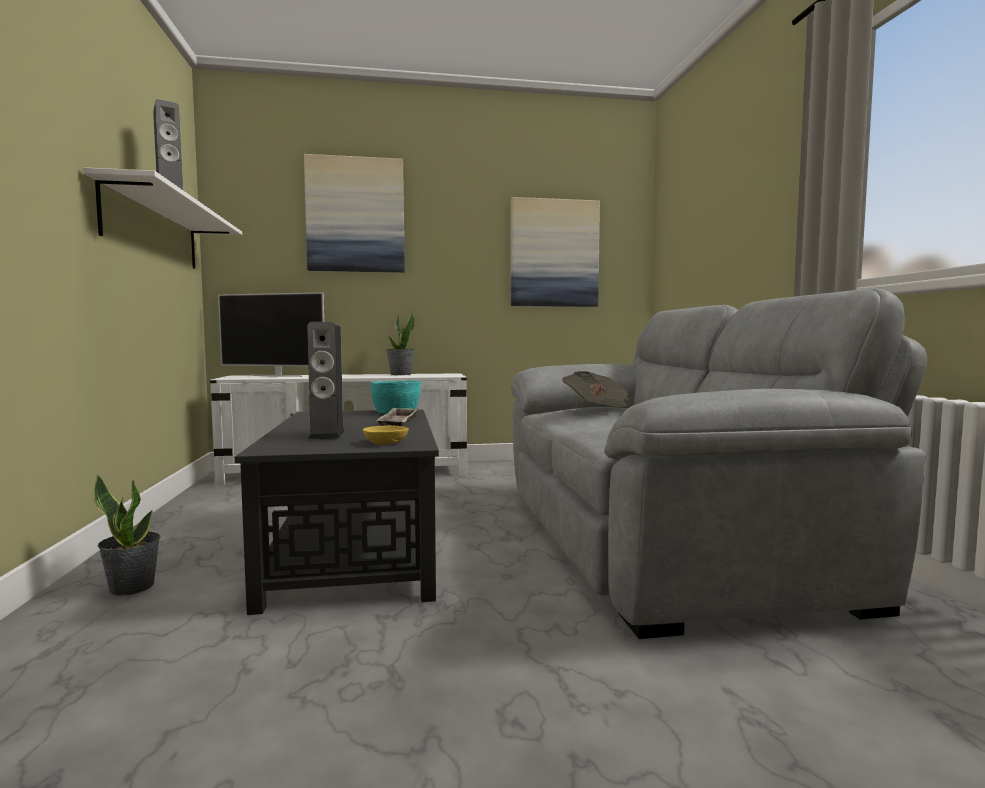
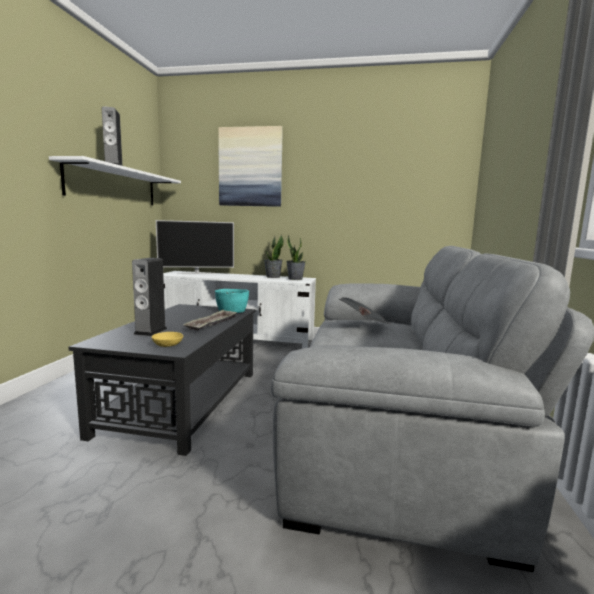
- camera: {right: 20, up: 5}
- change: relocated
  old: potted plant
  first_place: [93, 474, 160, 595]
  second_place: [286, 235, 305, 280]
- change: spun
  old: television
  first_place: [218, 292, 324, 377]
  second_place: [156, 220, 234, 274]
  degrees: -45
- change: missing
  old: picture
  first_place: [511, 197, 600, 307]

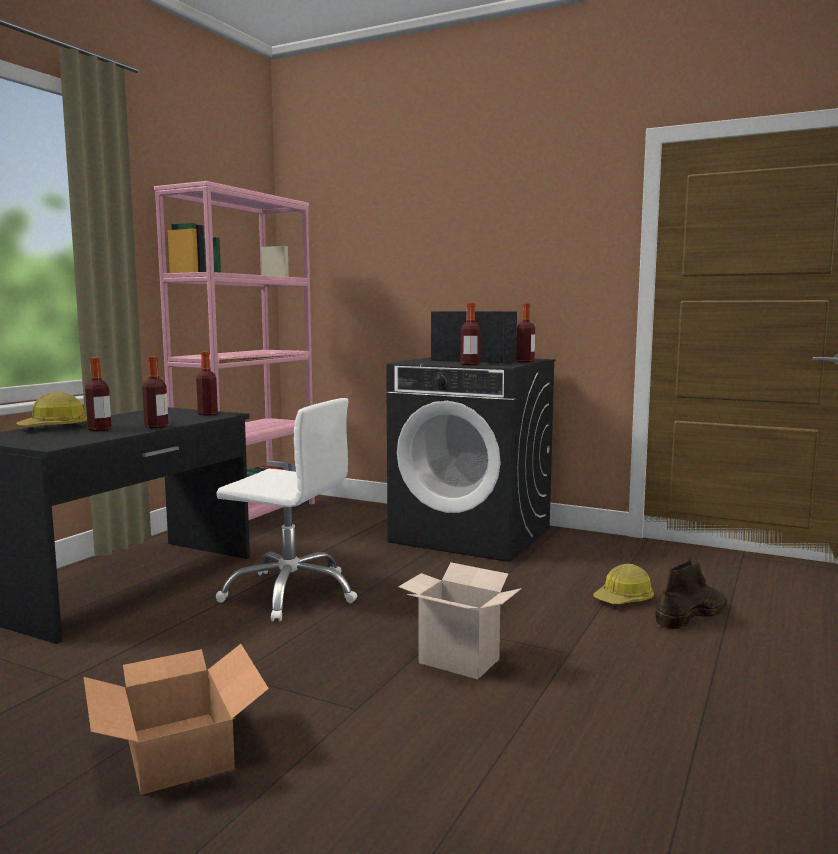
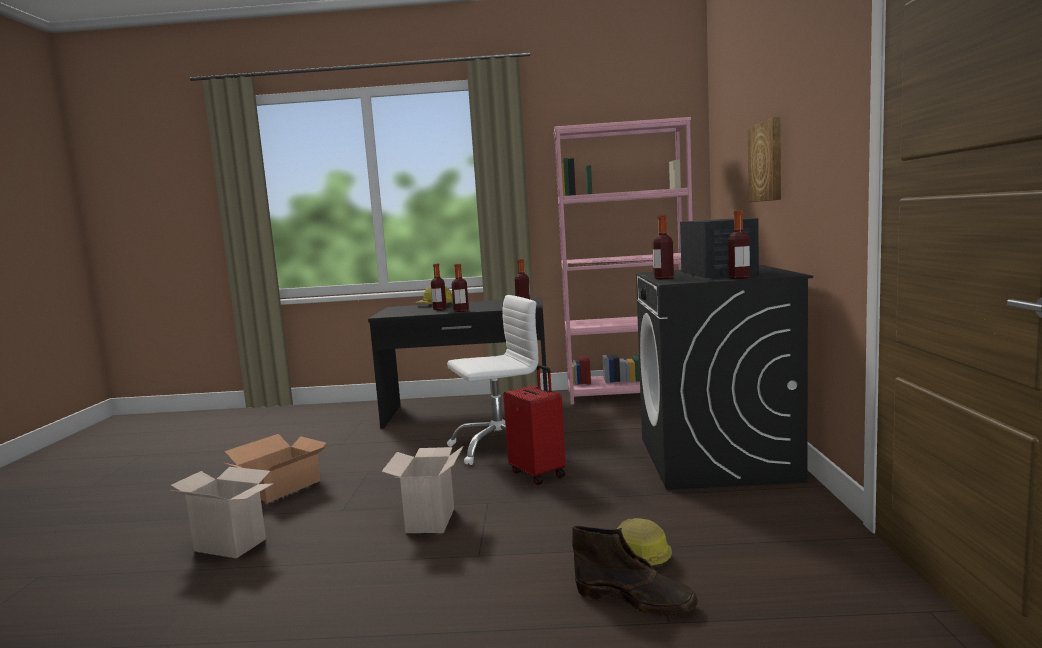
- camera: {right: 65, up: 0}
- change: spun
  old: office chair (white)
  first_place: [216, 398, 357, 622]
  second_place: [447, 295, 538, 465]
  degrees: -105
- change: appeared
  new: cardboard box
  second_place: [170, 467, 274, 558]
- change: appeared
  new: suitcase (red)
  second_place: [503, 365, 566, 485]
- change: appeared
  new: picture
  second_place: [748, 117, 781, 202]

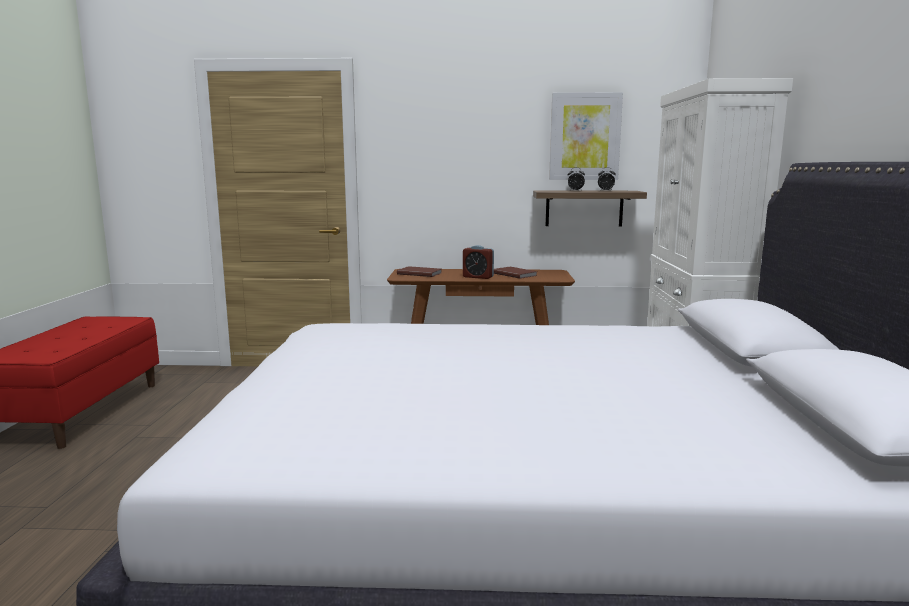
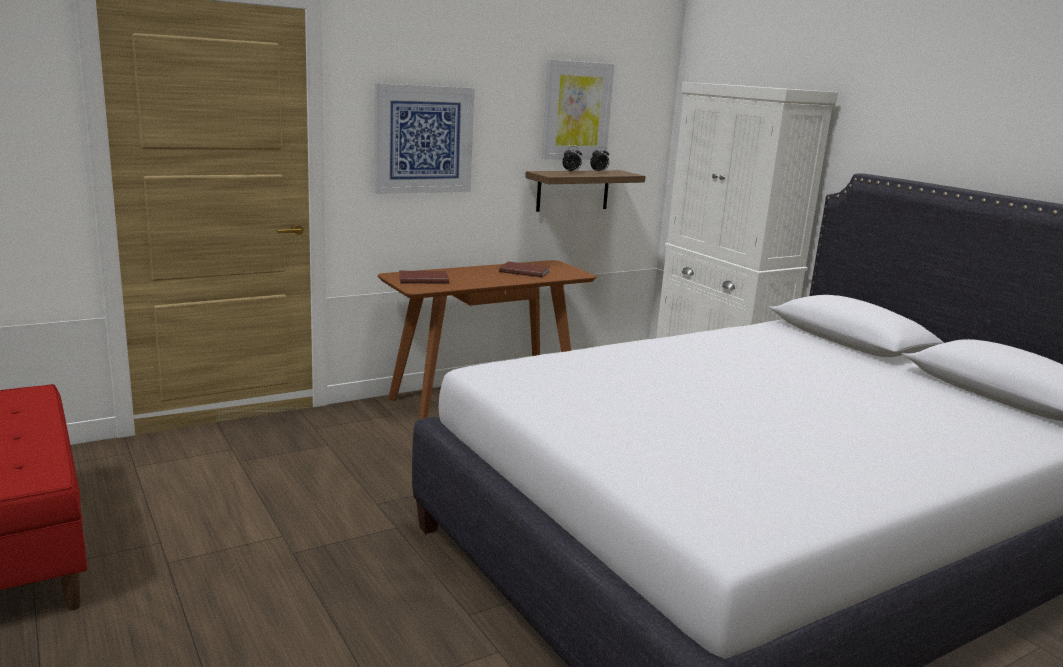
- camera: {right: -35, up: 5}
- change: missing
  old: alarm clock
  first_place: [463, 245, 494, 279]
- change: appeared
  new: picture
  second_place: [375, 83, 475, 194]

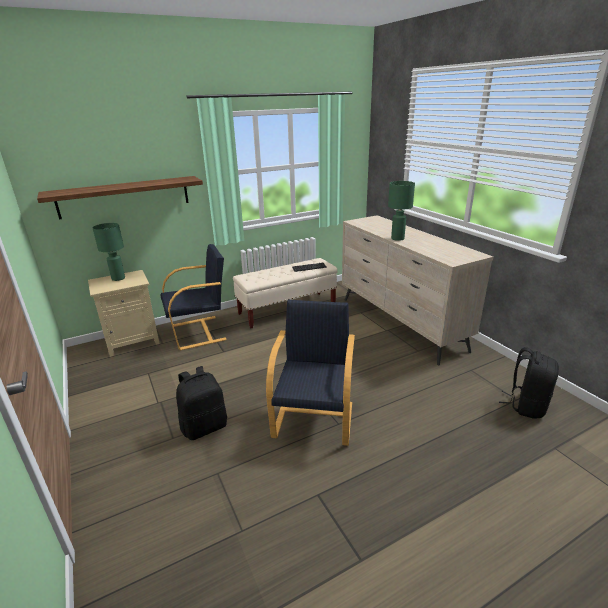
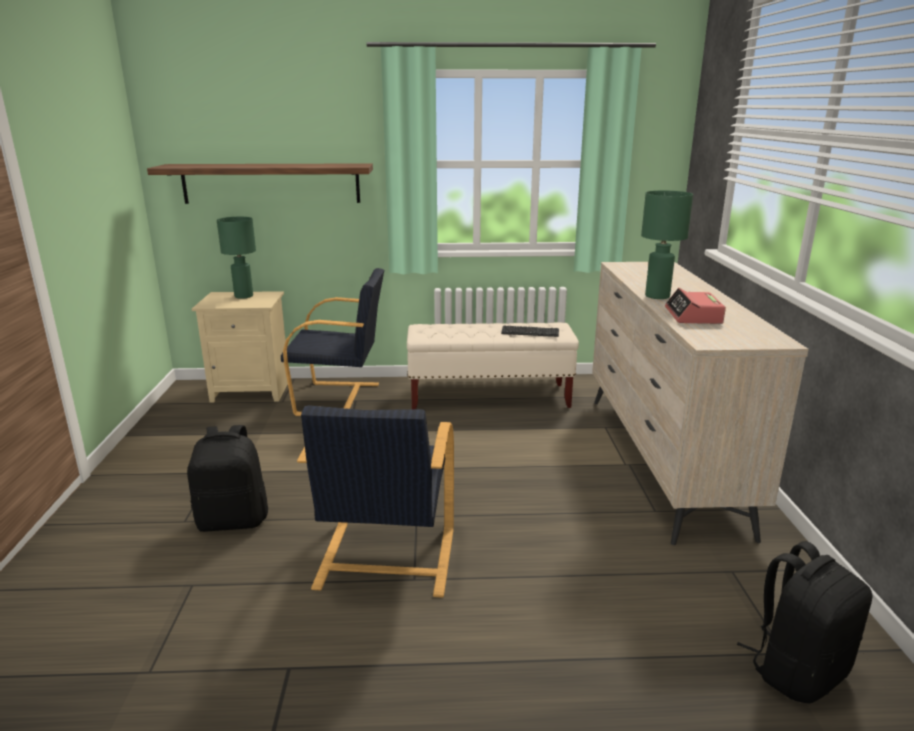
- camera: {right: 25, up: -5}
- change: spun
  old: armchair (black)
  first_place: [266, 300, 355, 446]
  second_place: [297, 405, 454, 598]
  degrees: 150
- change: appeared
  new: alarm clock
  second_place: [665, 288, 726, 324]

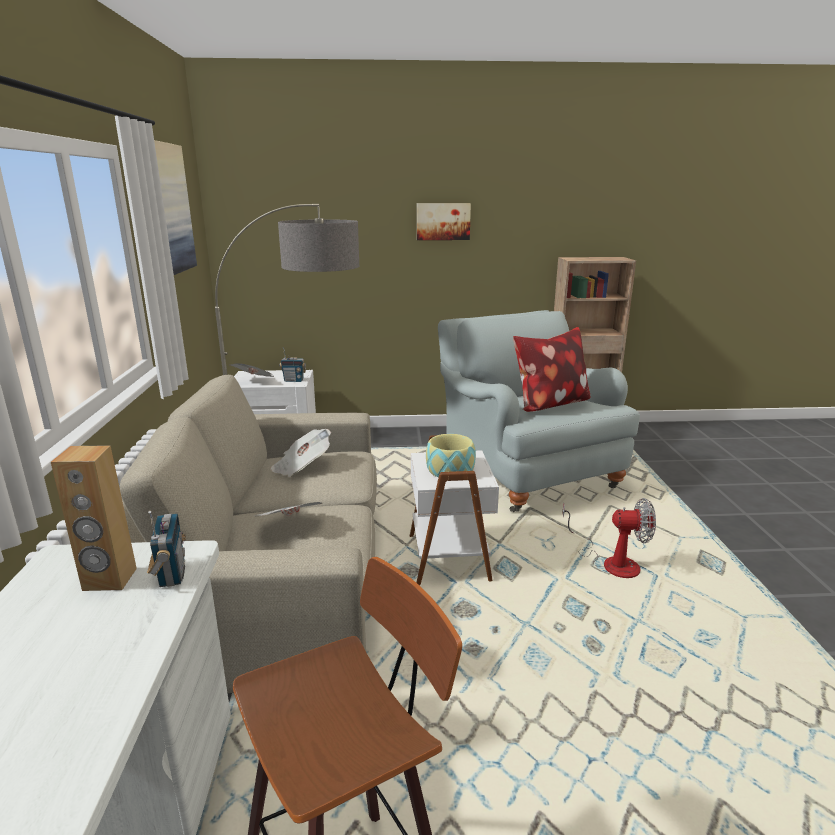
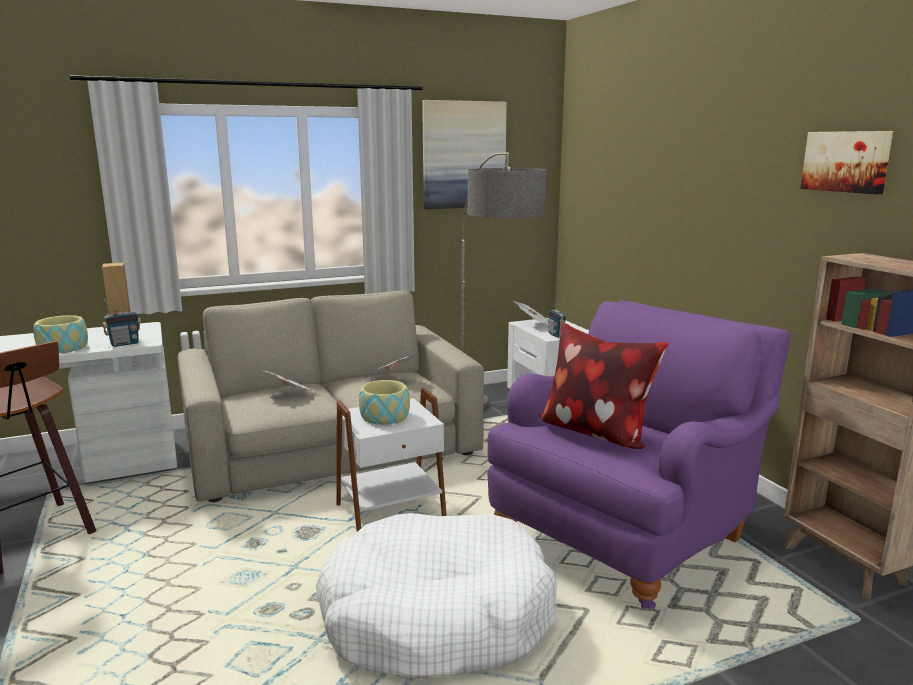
- camera: {right: 70, up: -5}
- change: relocated
  old: picture
  first_place: [417, 203, 471, 240]
  second_place: [801, 131, 893, 194]
- change: colour
  old: armchair (grey)
  new: armchair (purple)
  first_place: [438, 310, 640, 512]
  second_place: [488, 300, 790, 610]
- change: exchanged
  old: fan
  new: dog bed (white)
  first_place: [562, 498, 656, 578]
  second_place: [316, 513, 557, 680]
- change: appeared
  new: bowl
  second_place: [33, 315, 88, 353]

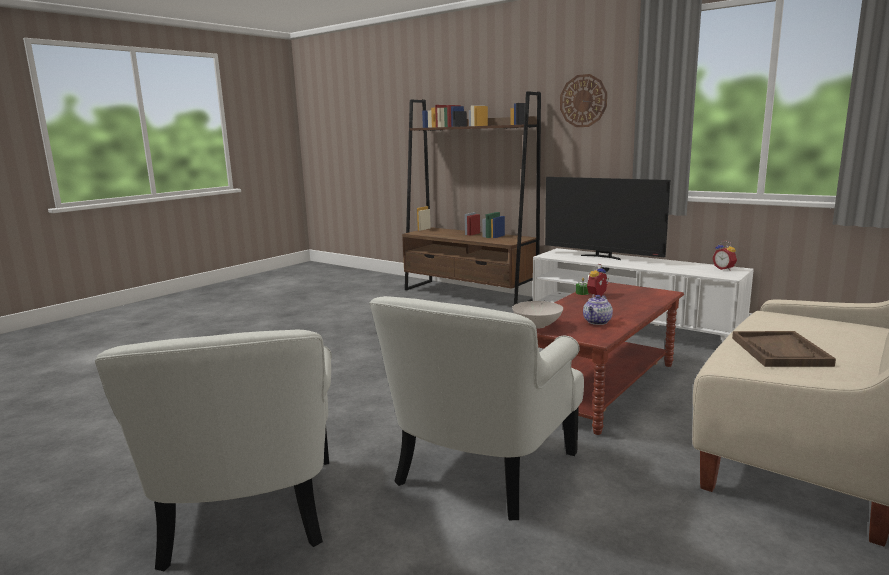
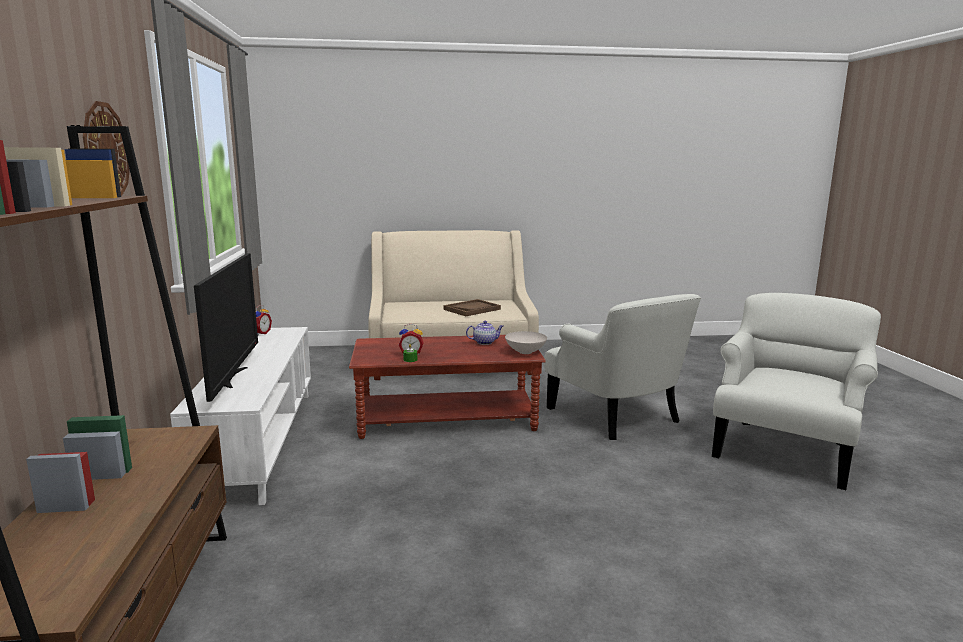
- camera: {right: -135, up: 0}
- change: spun
  old: armchair (white)
  first_place: [369, 296, 584, 520]
  second_place: [544, 294, 701, 440]
  degrees: 75

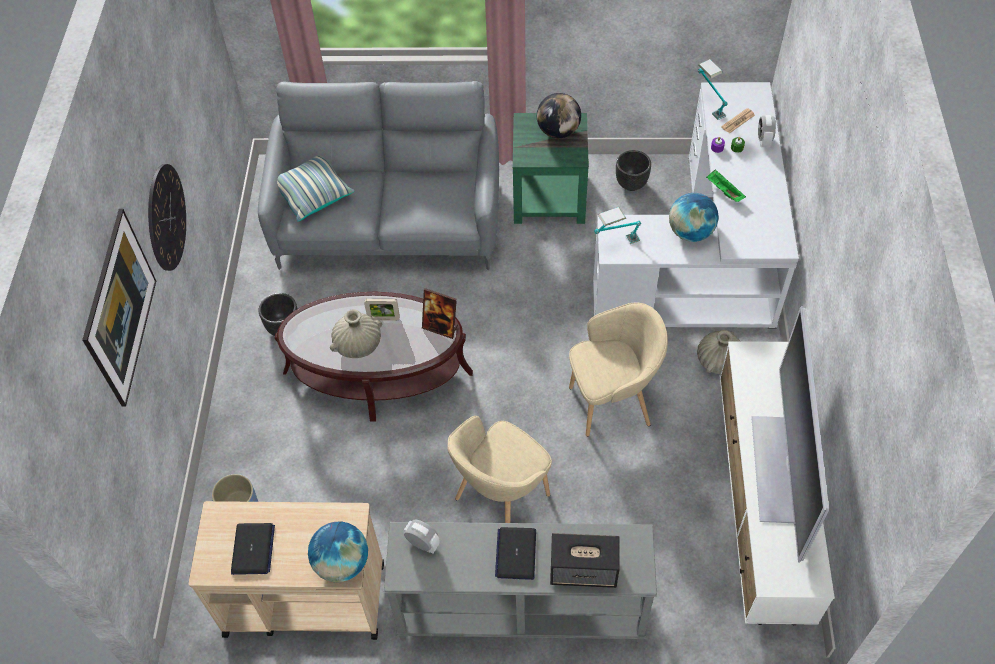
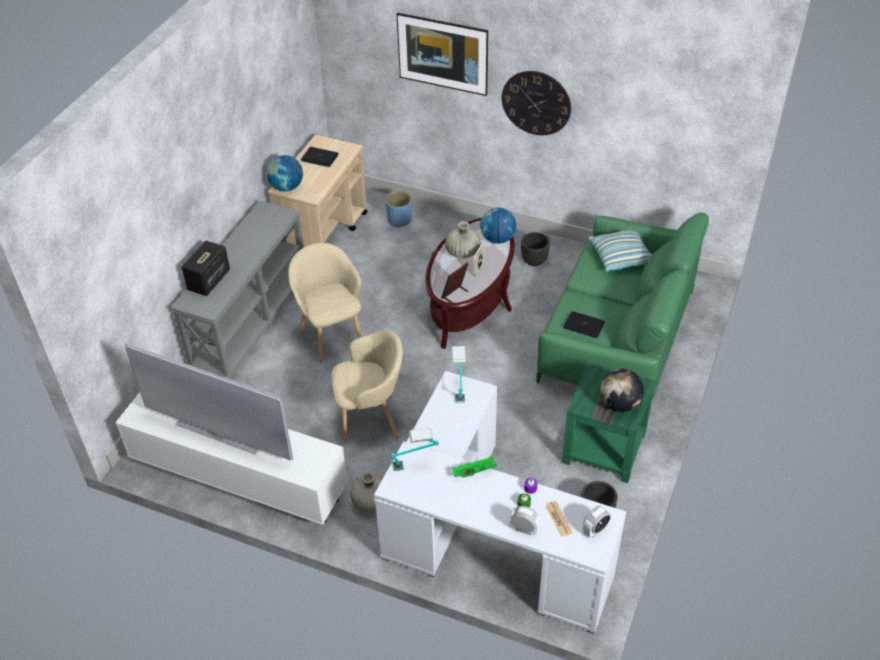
- camera: {right: 110, up: -10}
- change: colour
  old: sofa (grey)
  new: sofa (green)
  first_place: [258, 81, 499, 270]
  second_place: [536, 213, 709, 409]
- change: relocated
  old: alarm clock
  first_place: [403, 519, 439, 554]
  second_place: [583, 505, 611, 538]
- change: relocated
  old: laptop
  first_place: [495, 527, 536, 580]
  second_place: [564, 311, 605, 338]
- change: spun
  old: armchair (beige)
  first_place: [569, 303, 668, 437]
  second_place: [332, 330, 403, 443]
  degrees: -105
- change: relocated
  old: globe
  first_place: [669, 193, 719, 242]
  second_place: [480, 207, 516, 244]
- change: relocated
  old: table lamp
  first_place: [698, 59, 727, 120]
  second_place: [390, 427, 439, 471]

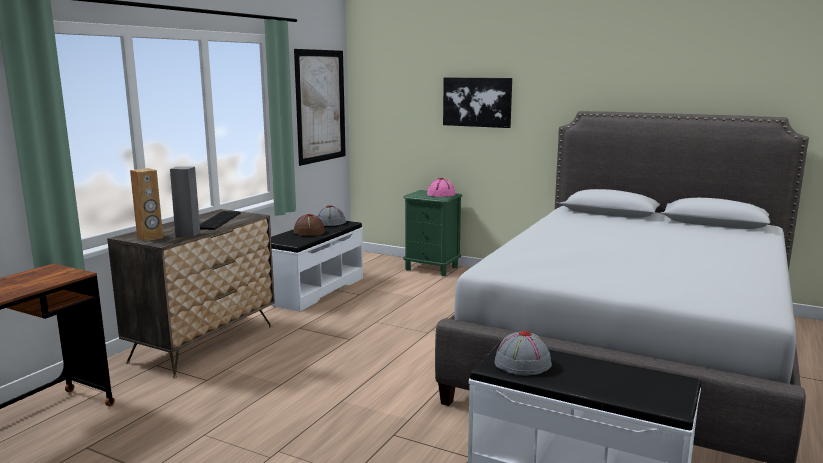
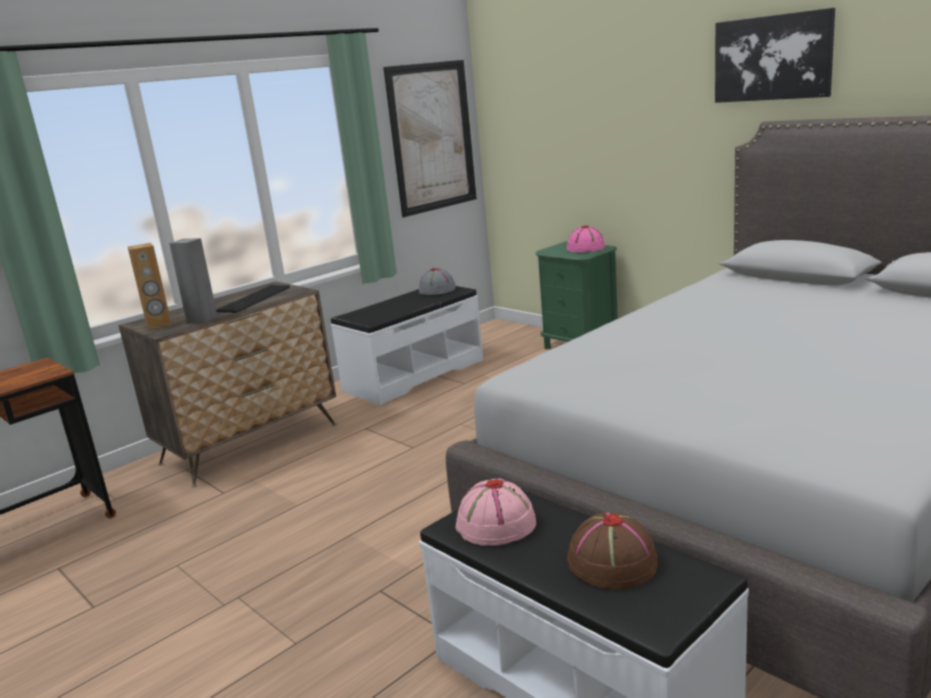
- camera: {right: 20, up: 5}
- change: relocated
  old: hat (brown)
  first_place: [293, 214, 325, 236]
  second_place: [567, 512, 658, 589]
- change: relocated
  old: picture
  first_place: [443, 77, 512, 128]
  second_place: [715, 8, 835, 103]
- change: colour
  old: hat (grey)
  new: hat (pink)
  first_place: [495, 331, 552, 375]
  second_place: [455, 478, 536, 546]

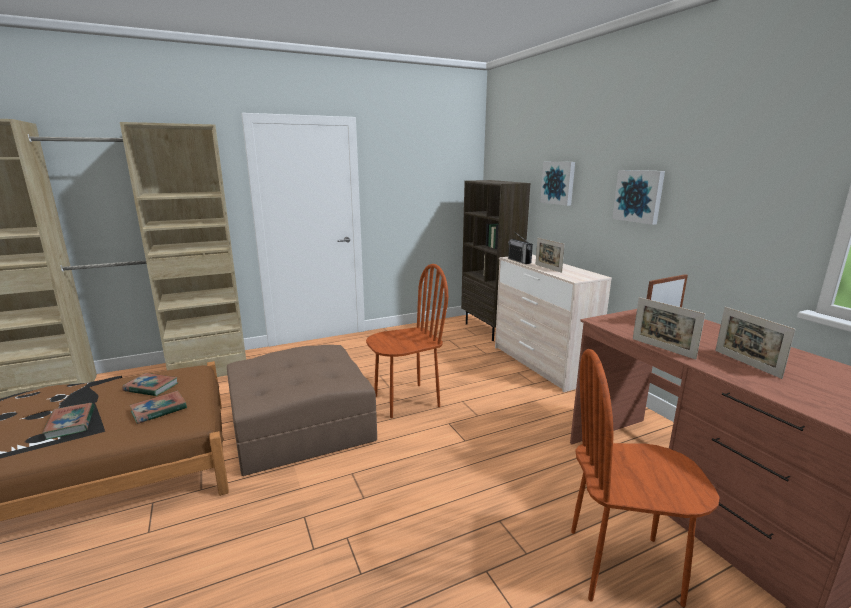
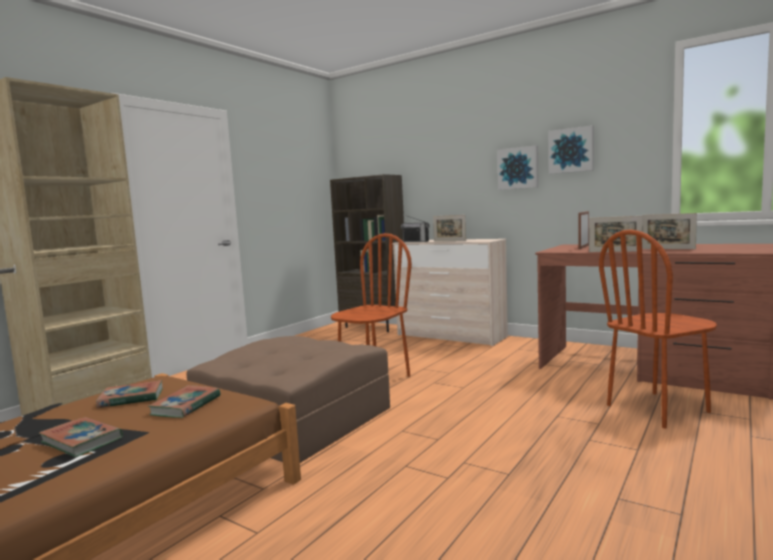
- camera: {right: -30, up: -10}
- change: relocated
  old: picture
  first_place: [540, 162, 575, 206]
  second_place: [548, 125, 594, 174]

